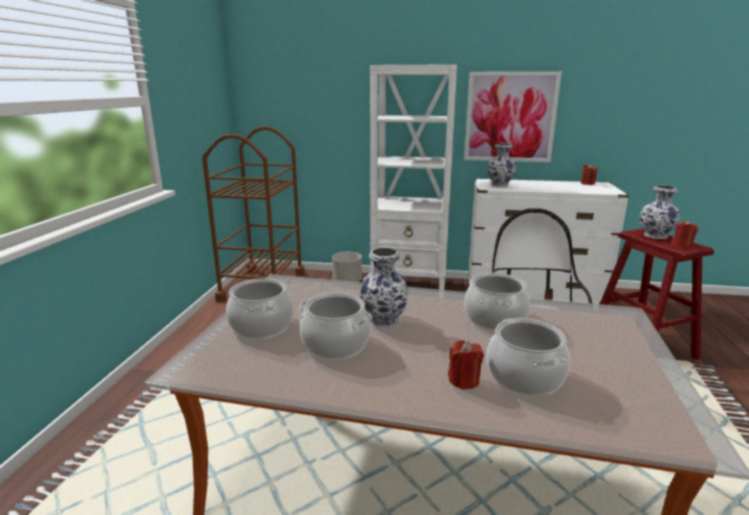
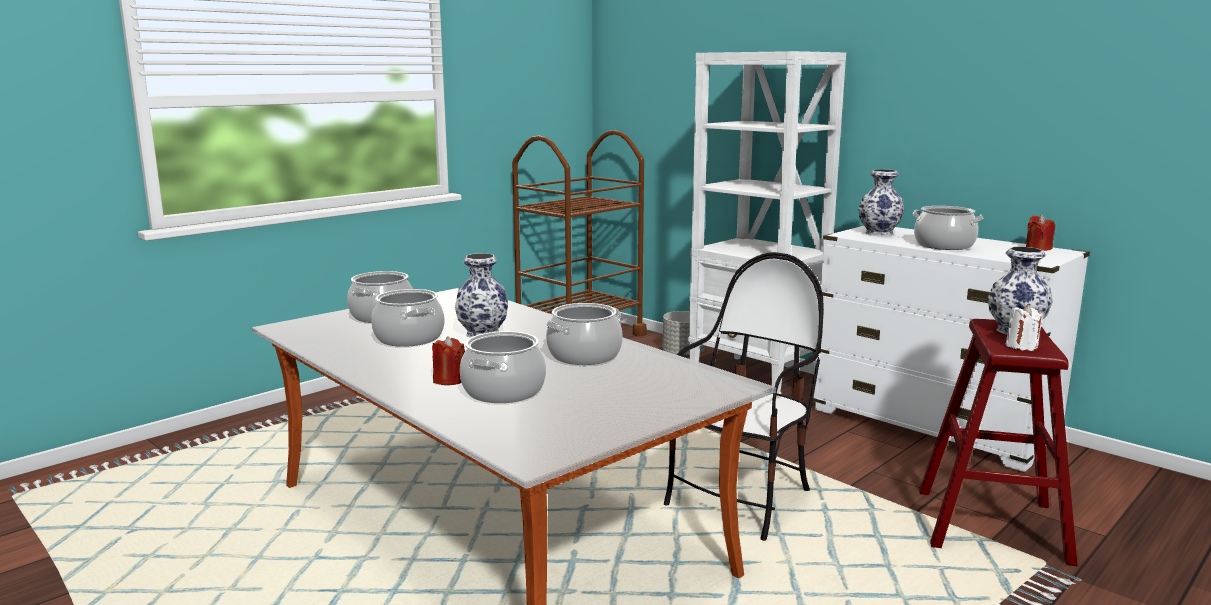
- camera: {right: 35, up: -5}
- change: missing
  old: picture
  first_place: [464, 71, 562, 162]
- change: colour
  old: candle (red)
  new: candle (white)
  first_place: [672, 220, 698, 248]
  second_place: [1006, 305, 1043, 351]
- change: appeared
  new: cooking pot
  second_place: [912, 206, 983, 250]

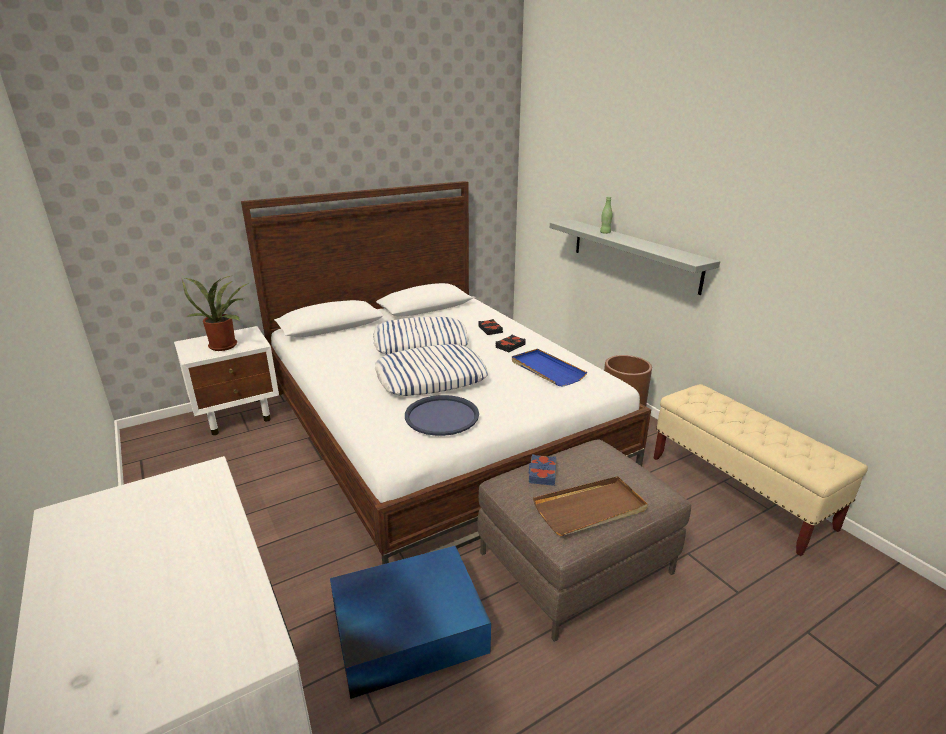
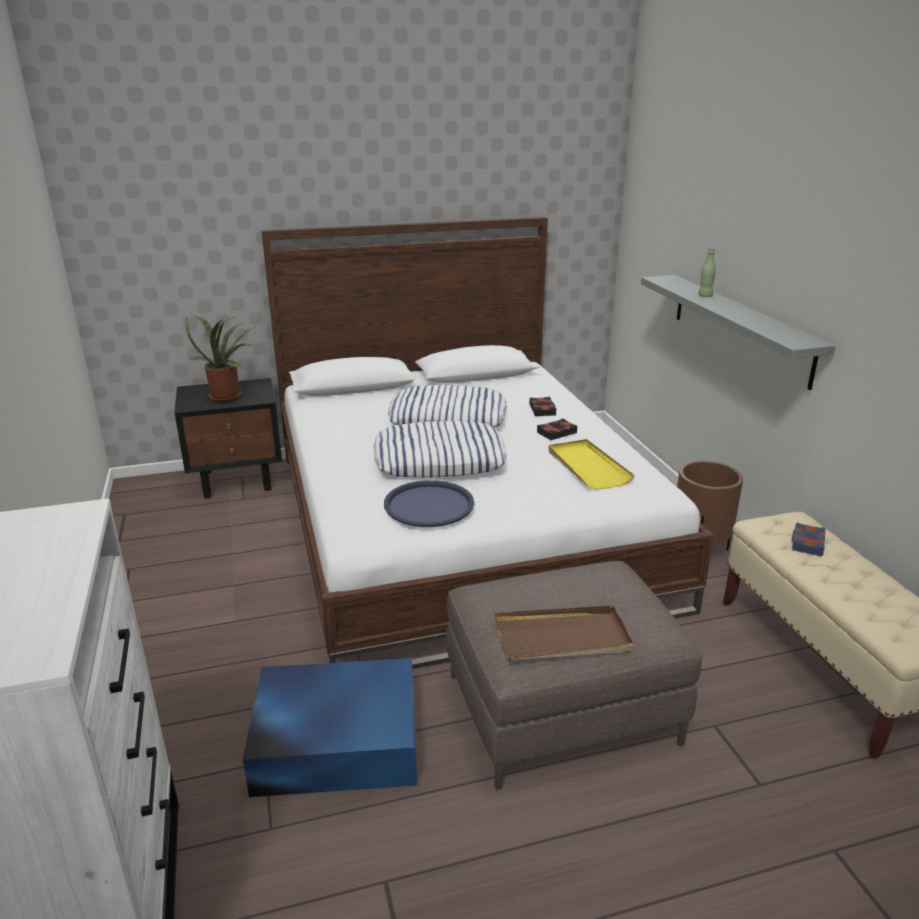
- camera: {right: 15, up: 0}
- change: colour
  old: nightstand (white)
  new: nightstand (black)
  first_place: [174, 326, 279, 435]
  second_place: [175, 378, 282, 499]
- change: colour
  old: tray (blue)
  new: tray (yellow)
  first_place: [512, 349, 587, 387]
  second_place: [548, 439, 635, 490]
- change: relocated
  old: book (blue)
  first_place: [529, 454, 556, 486]
  second_place: [792, 522, 826, 556]

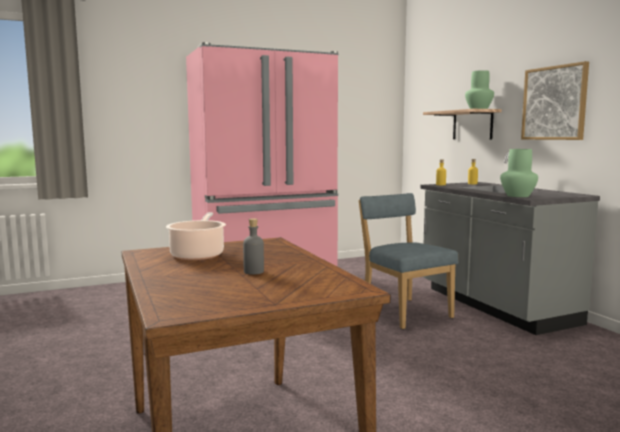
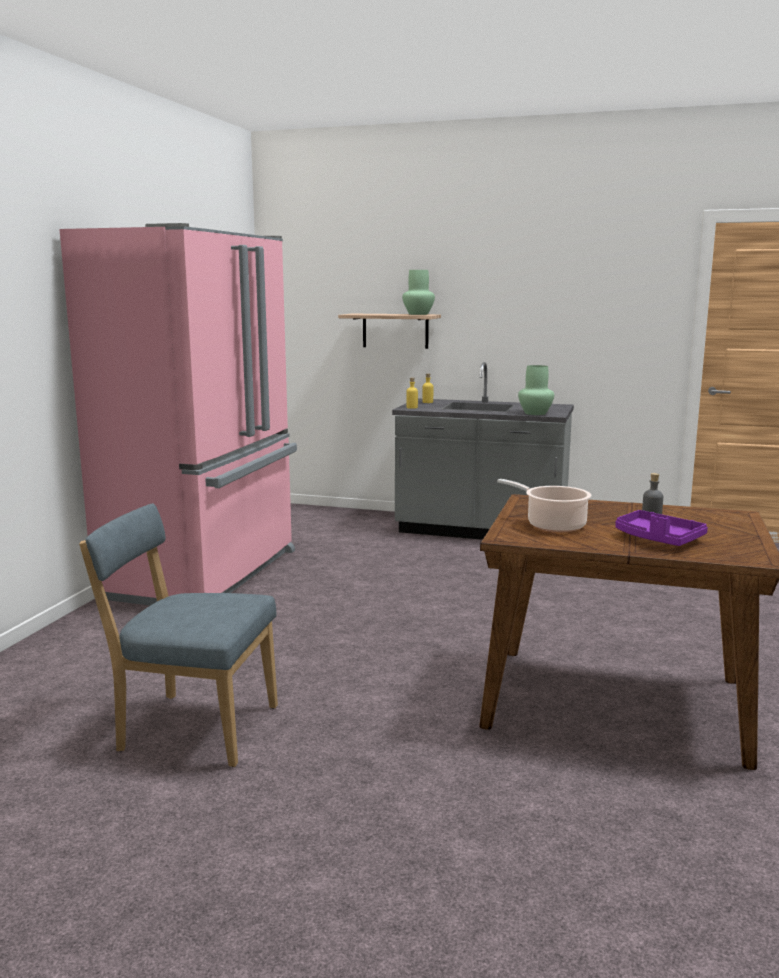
- camera: {right: -50, up: 5}
- change: relocated
  old: chair (blue)
  first_place: [359, 193, 458, 329]
  second_place: [79, 504, 278, 767]
- change: missing
  old: picture
  first_place: [521, 61, 589, 140]
- change: appeared
  new: tray (purple)
  second_place: [615, 510, 708, 546]

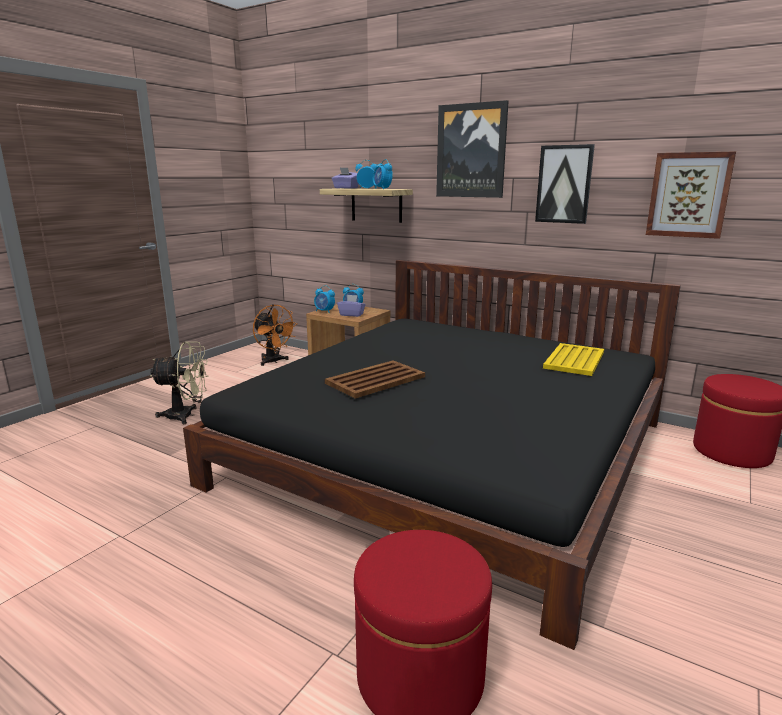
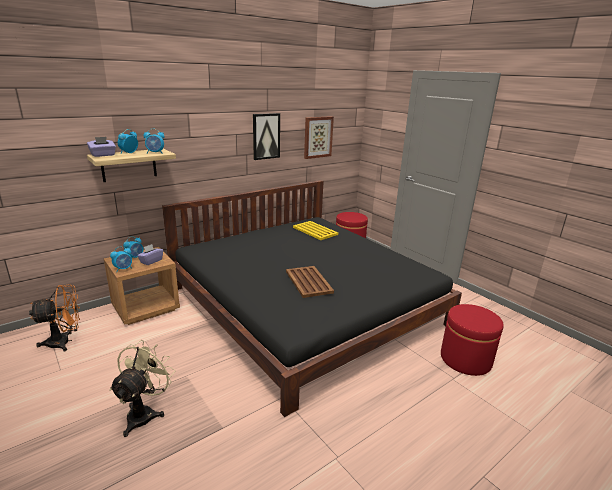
- camera: {right: -70, up: 5}
- change: missing
  old: picture
  first_place: [436, 100, 508, 198]

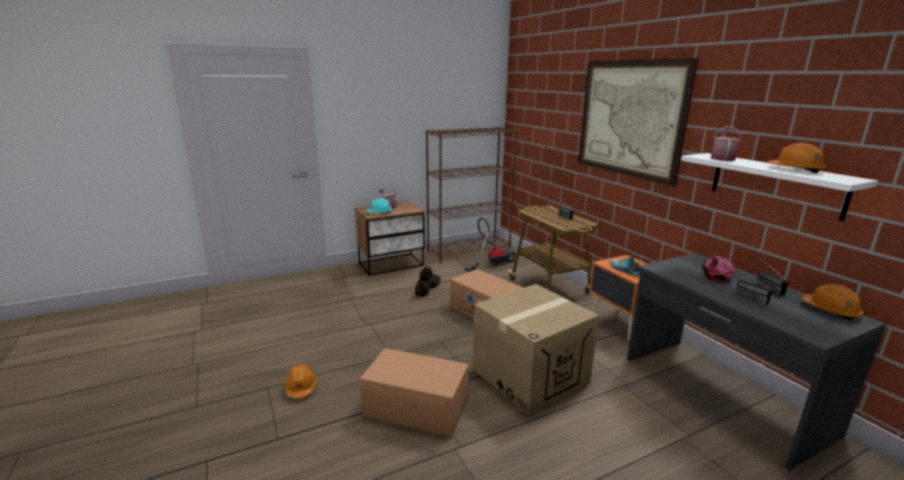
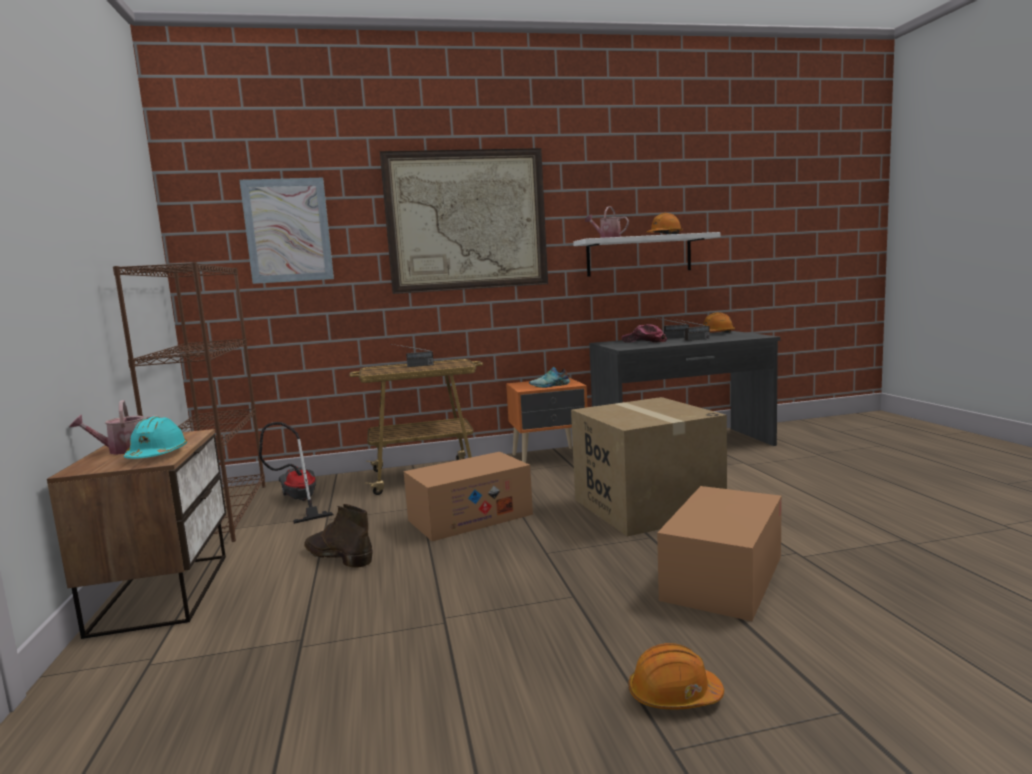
- camera: {right: -75, up: -10}
- change: appeared
  new: picture
  second_place: [239, 178, 334, 284]

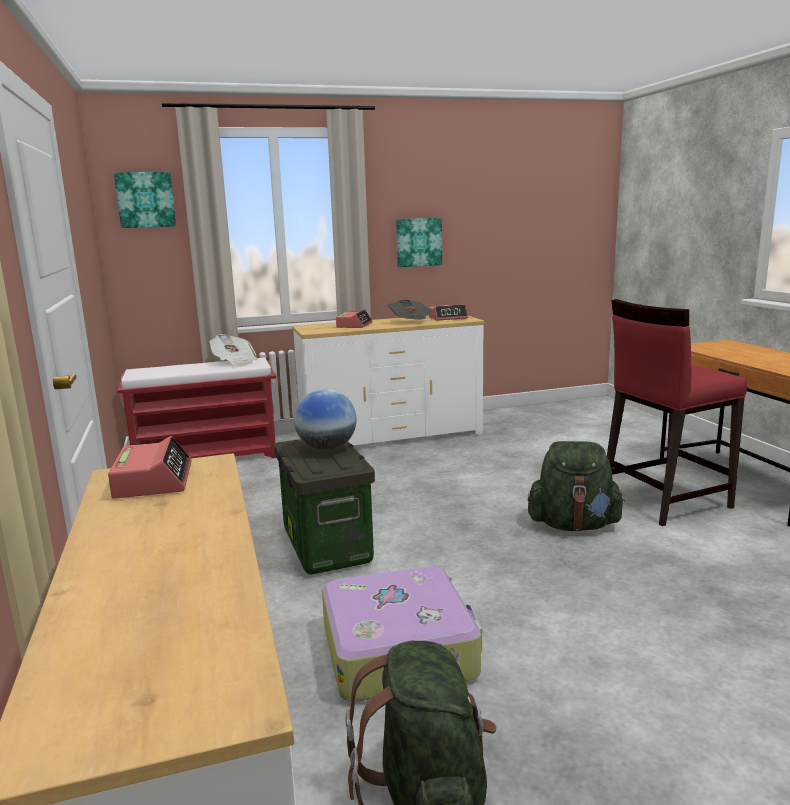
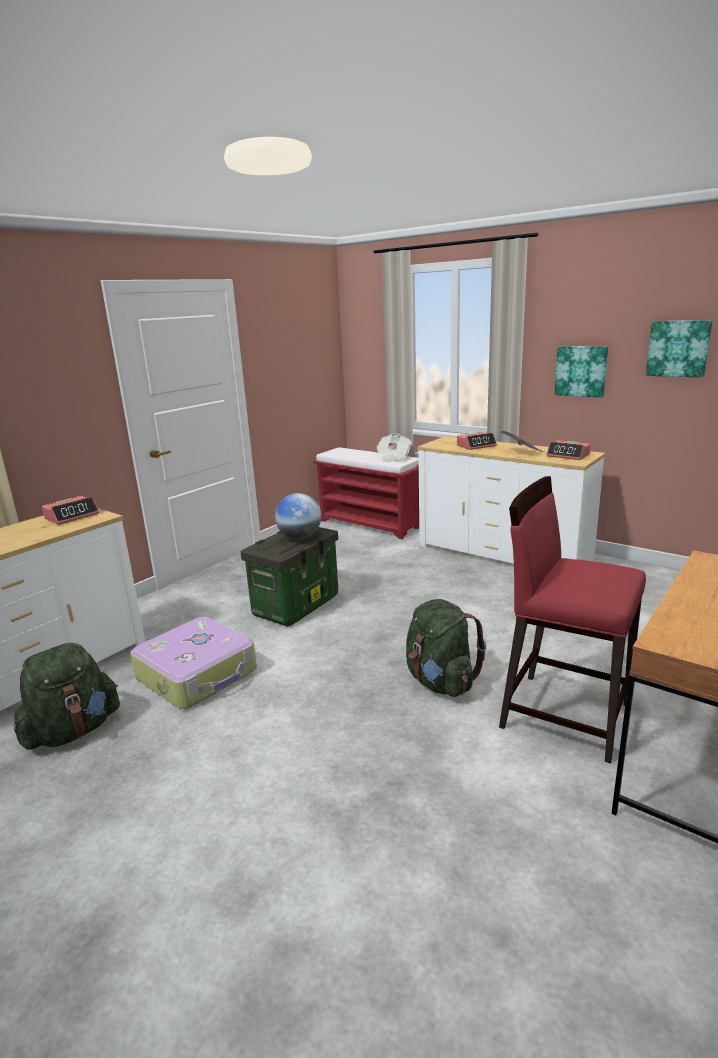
- camera: {right: 55, up: 5}
- change: relocated
  old: picture
  first_place: [114, 172, 176, 228]
  second_place: [646, 320, 713, 378]

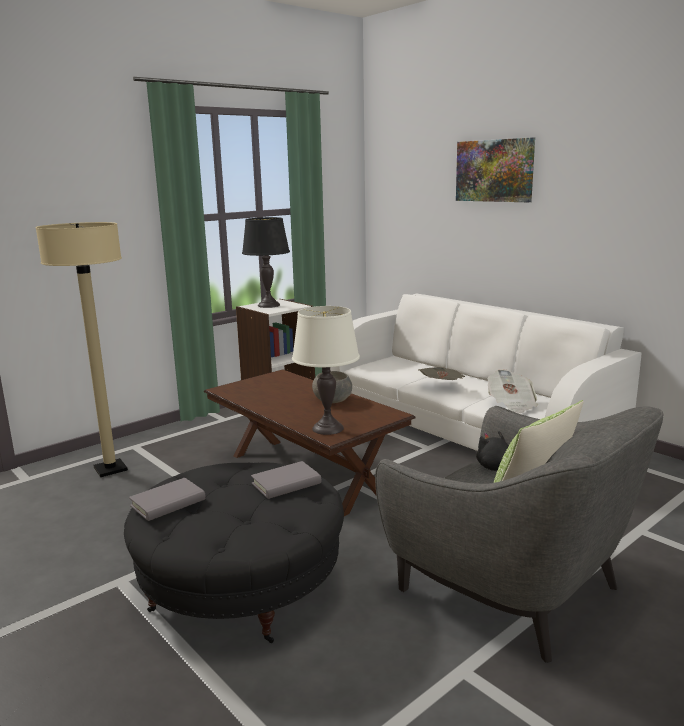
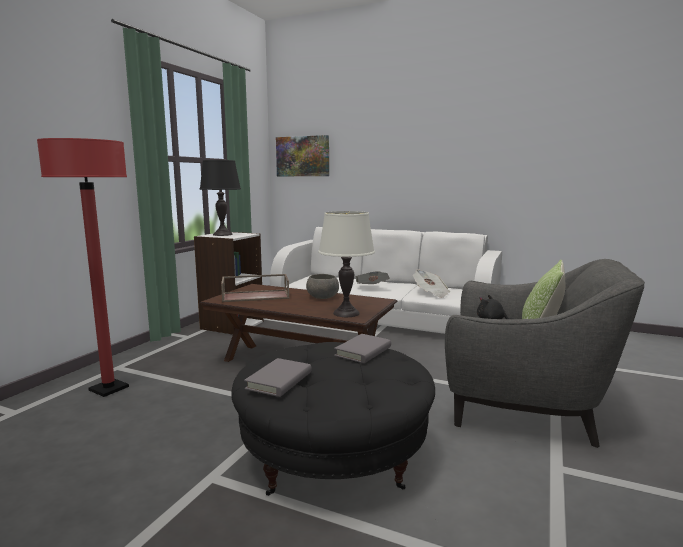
- camera: {right: -25, up: -5}
- change: colour
  old: floor lamp (beige)
  new: floor lamp (red)
  first_place: [35, 222, 128, 477]
  second_place: [37, 138, 129, 397]
- change: relocated
  old: picture
  first_place: [456, 137, 535, 202]
  second_place: [276, 135, 329, 176]
- change: appeared
  new: tray (brown)
  second_place: [221, 274, 290, 302]

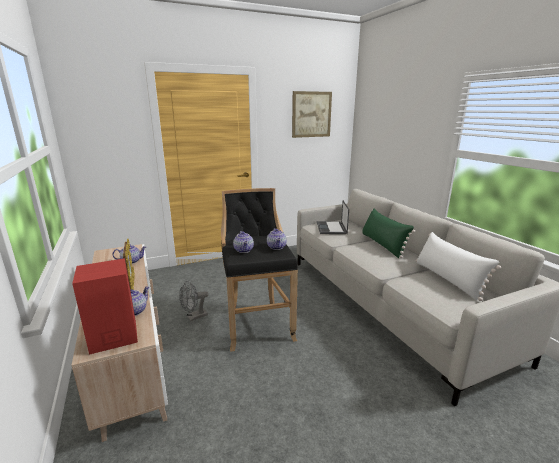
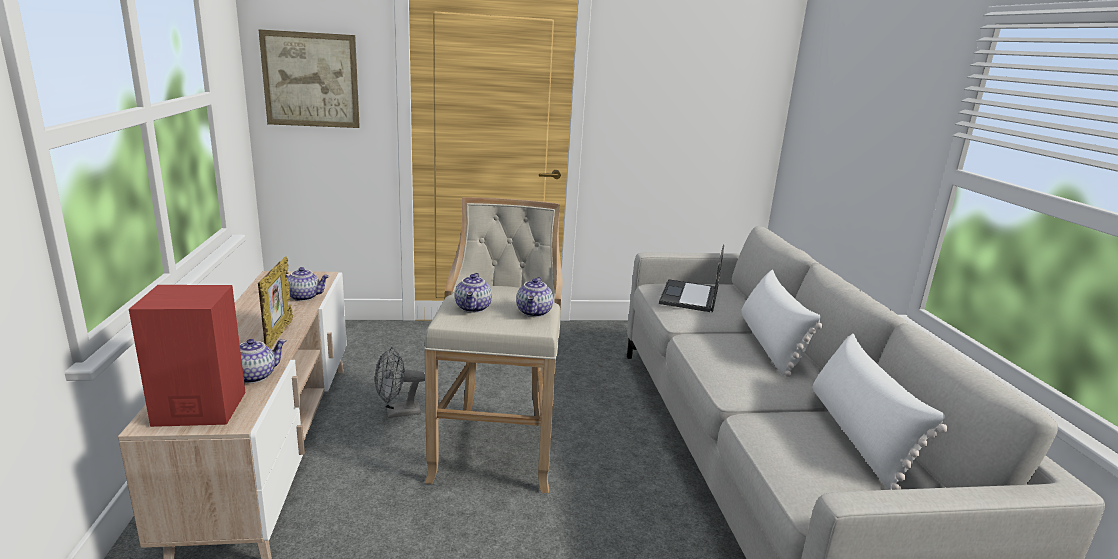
- camera: {right: 15, up: 0}
- change: colour
  old: stool (black)
  new: stool (beige)
  first_place: [221, 188, 298, 352]
  second_place: [424, 197, 563, 493]
- change: relocated
  old: picture
  first_place: [292, 91, 332, 138]
  second_place: [258, 29, 360, 128]
- change: colour
  old: pillow (green)
  new: pillow (white)
  first_place: [362, 208, 415, 258]
  second_place: [741, 269, 823, 377]

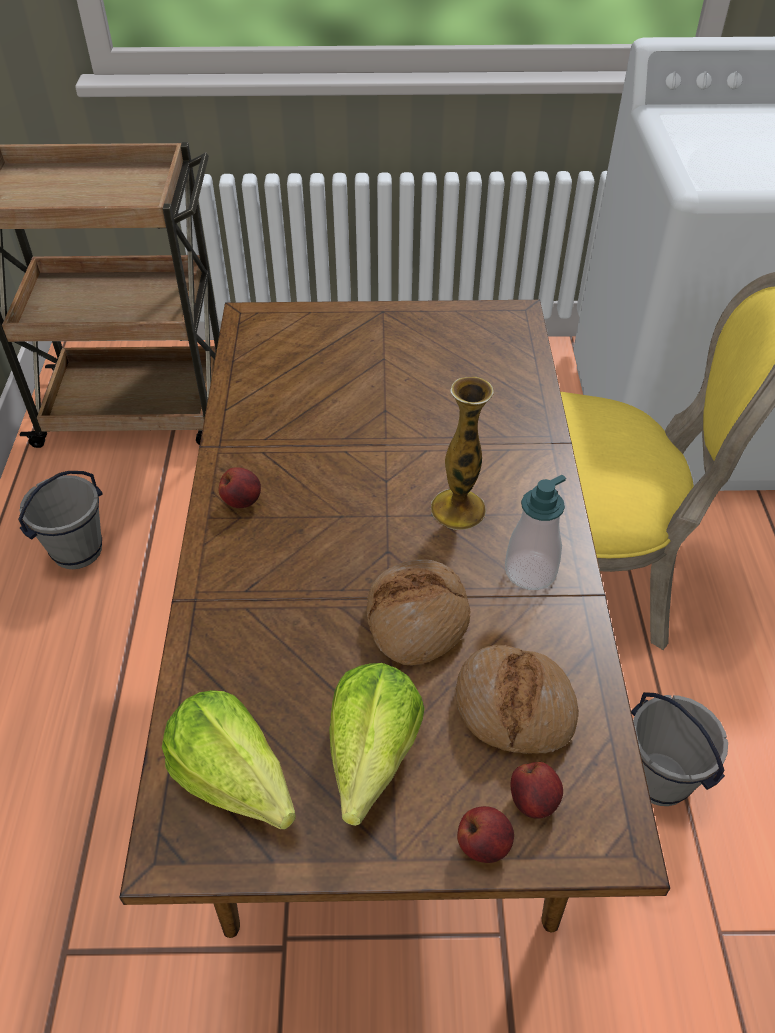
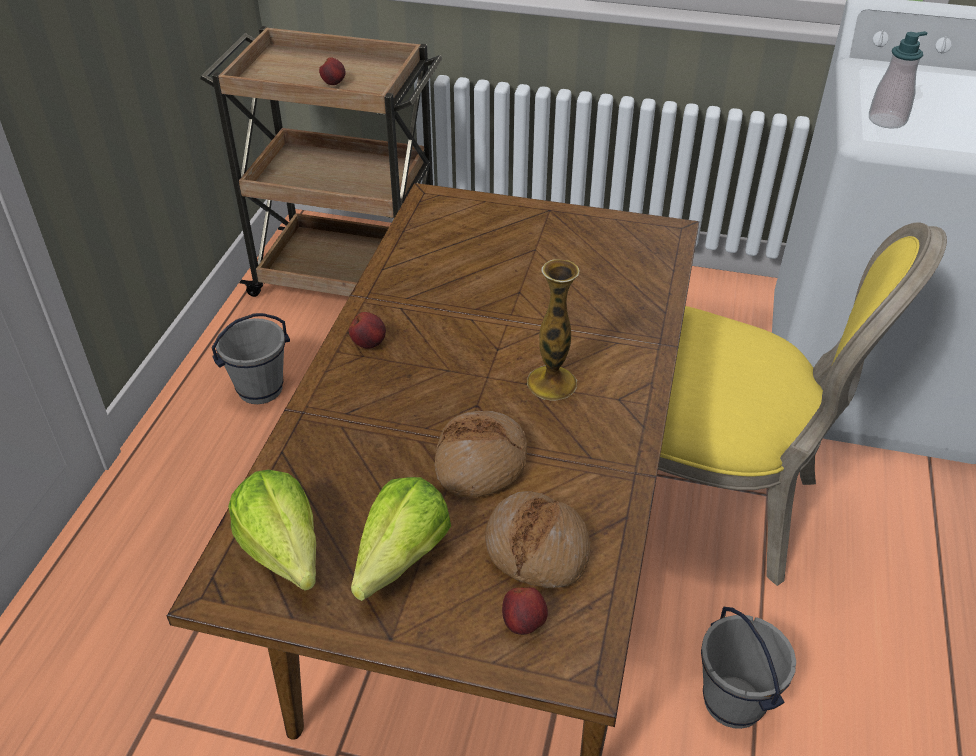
- camera: {right: 15, up: -5}
- change: relocated
  old: apple
  first_place: [457, 806, 514, 863]
  second_place: [319, 57, 346, 85]
- change: relocated
  old: soap dispenser
  first_place: [505, 475, 566, 590]
  second_place: [869, 31, 928, 129]

